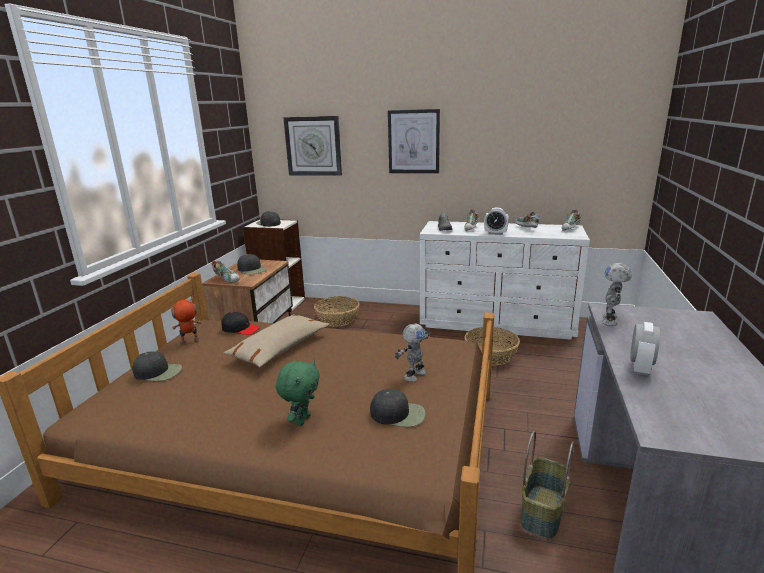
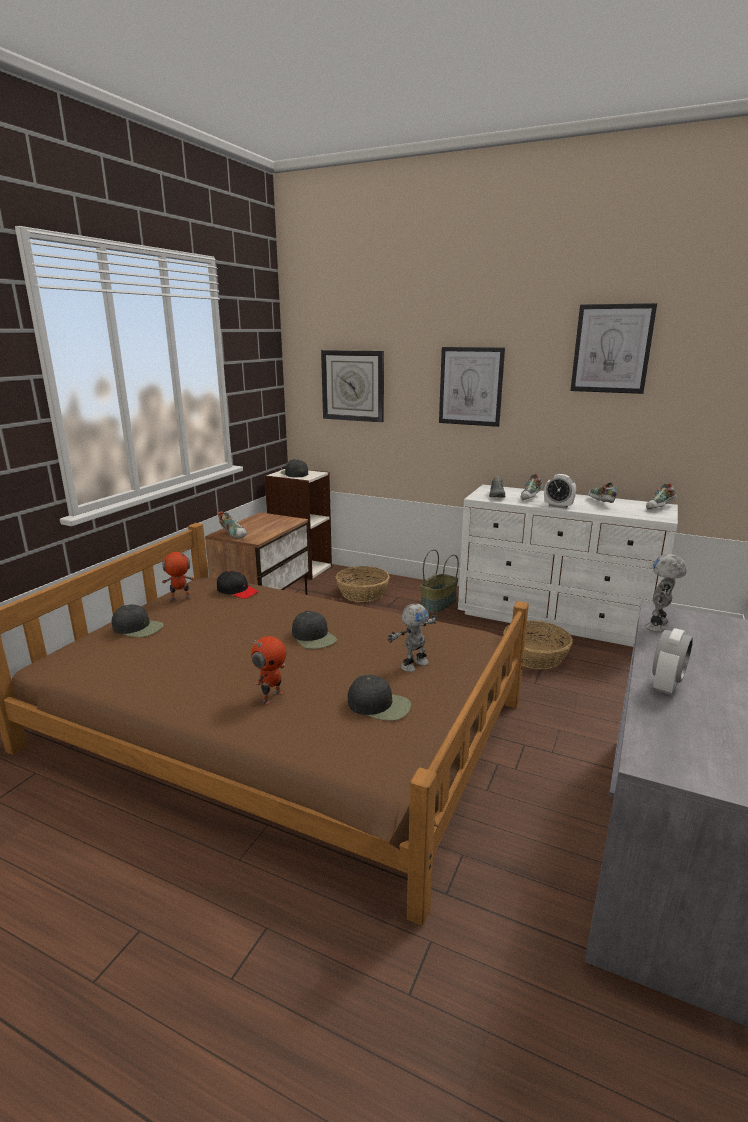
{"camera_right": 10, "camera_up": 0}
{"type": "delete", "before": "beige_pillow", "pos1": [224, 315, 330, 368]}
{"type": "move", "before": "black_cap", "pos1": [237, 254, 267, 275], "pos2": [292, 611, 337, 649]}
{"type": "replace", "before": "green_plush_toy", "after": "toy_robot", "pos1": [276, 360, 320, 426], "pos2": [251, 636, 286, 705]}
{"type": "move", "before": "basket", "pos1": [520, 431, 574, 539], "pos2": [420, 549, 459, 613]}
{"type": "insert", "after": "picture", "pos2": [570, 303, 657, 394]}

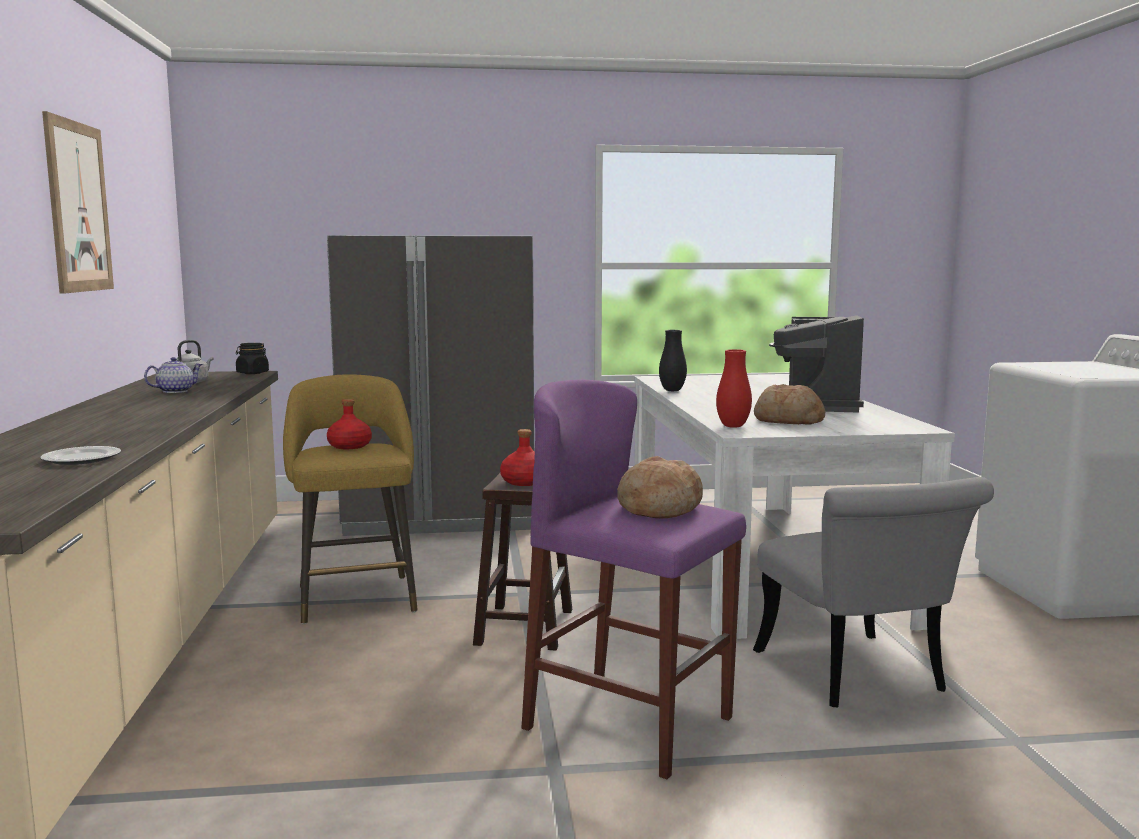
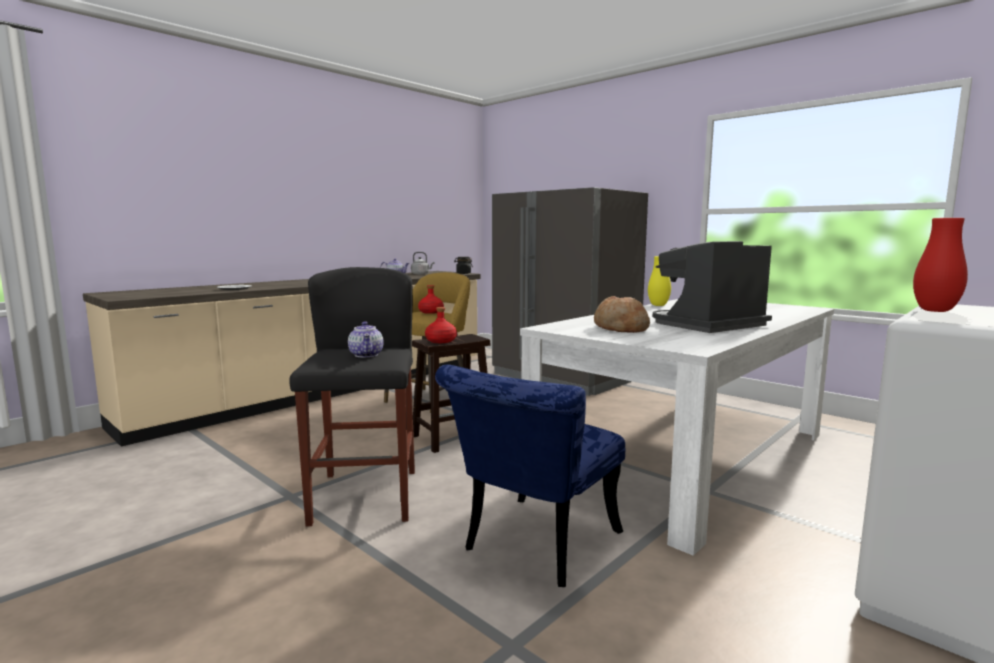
{"camera_right": 50, "camera_up": 0}
{"type": "delete", "before": "picture", "pos1": [42, 111, 114, 294]}
{"type": "recolor", "before": "purple_stool", "after": "black_stool", "pos1": [521, 379, 746, 779], "pos2": [289, 267, 415, 526]}
{"type": "replace", "before": "bread", "after": "teapot", "pos1": [617, 456, 703, 518], "pos2": [348, 321, 383, 357]}
{"type": "recolor", "before": "black_vase", "after": "yellow_vase", "pos1": [659, 330, 687, 391], "pos2": [648, 256, 671, 306]}
{"type": "move", "before": "red_vase", "pos1": [716, 349, 752, 428], "pos2": [913, 218, 968, 312]}
{"type": "recolor", "before": "grey_chair", "after": "blue_chair", "pos1": [753, 477, 994, 708], "pos2": [435, 364, 625, 587]}

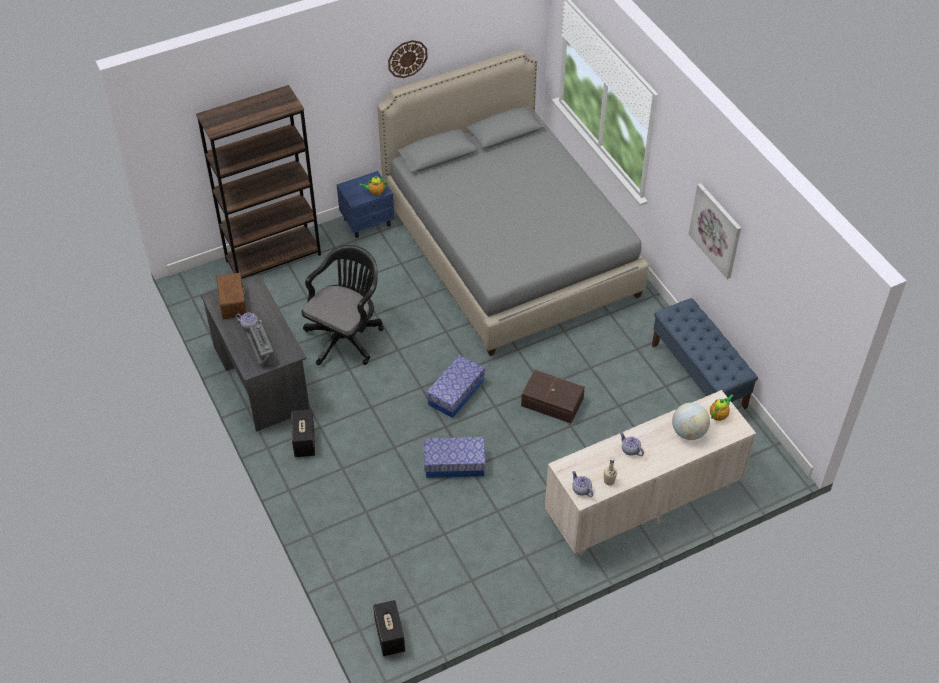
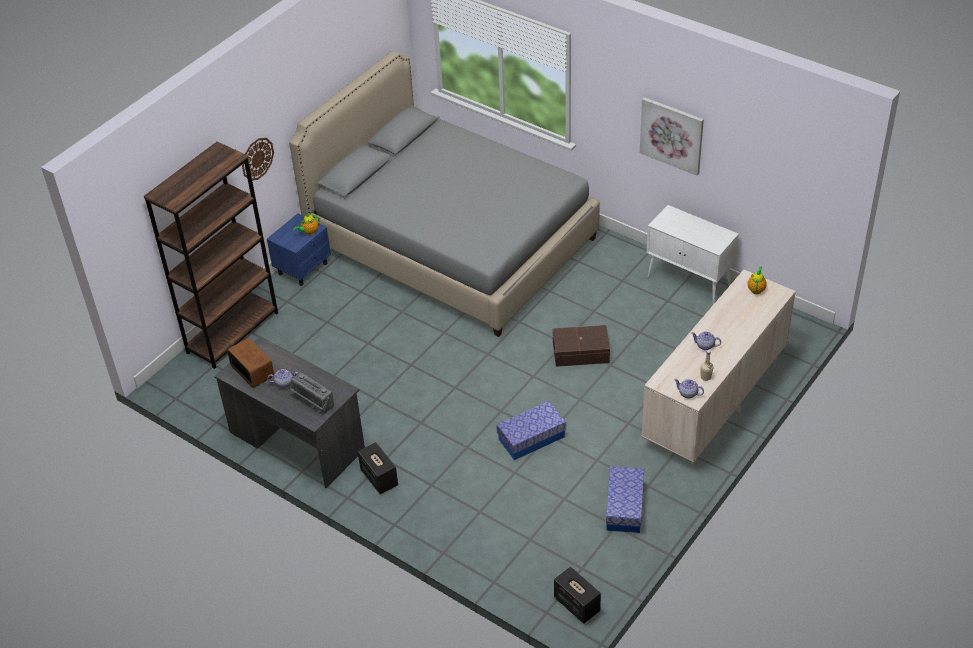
{"camera_right": -25, "camera_up": -5}
{"type": "delete", "before": "black_office_chair", "pos1": [302, 245, 384, 365]}
{"type": "move", "before": "wall_clock", "pos1": [388, 40, 428, 78], "pos2": [242, 138, 274, 180]}
{"type": "move", "before": "storage_box", "pos1": [426, 355, 485, 418], "pos2": [606, 466, 644, 533]}
{"type": "replace", "before": "blue_bench", "after": "white_cabinet", "pos1": [652, 298, 758, 409], "pos2": [647, 205, 739, 305]}
{"type": "delete", "before": "globe", "pos1": [672, 403, 710, 440]}

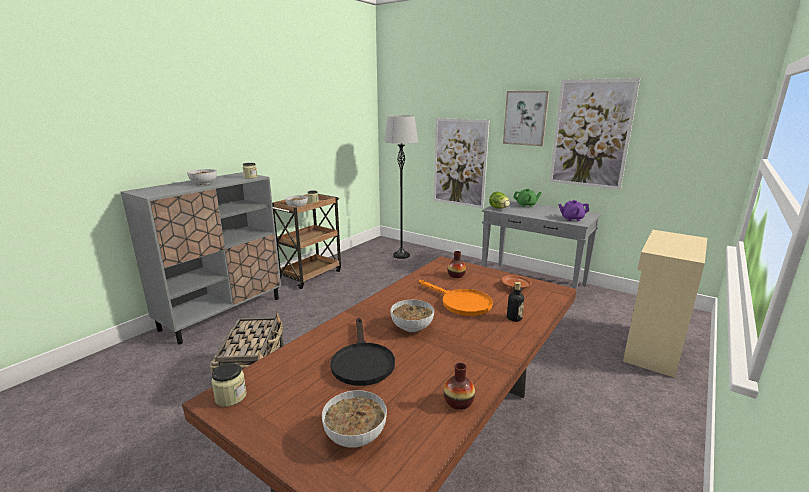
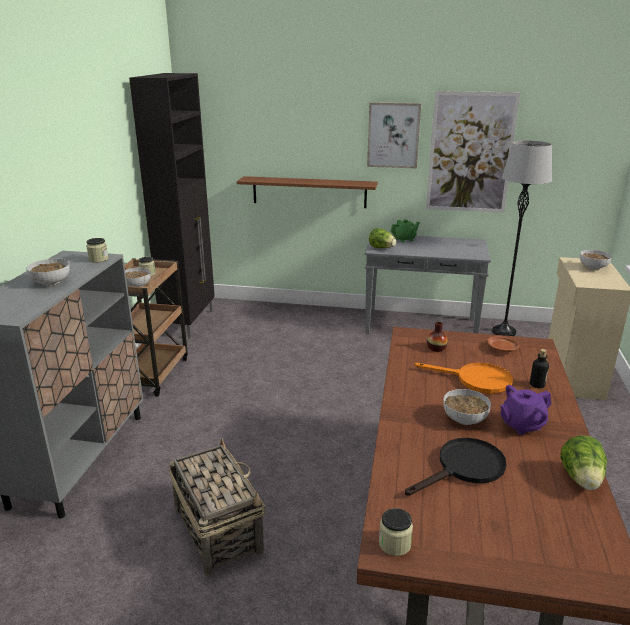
{"camera_right": -25, "camera_up": 5}
{"type": "move", "before": "bowl", "pos1": [322, 390, 387, 448], "pos2": [580, 250, 612, 270]}
{"type": "rotate", "before": "black_frying_pan", "pos1": [330, 318, 395, 386], "pos2": [405, 438, 507, 496], "turn": -90}
{"type": "move", "before": "grey_floor_lamp", "pos1": [384, 115, 418, 259], "pos2": [492, 140, 552, 336]}
{"type": "replace", "before": "picture", "after": "brown_shelf", "pos1": [434, 118, 490, 208], "pos2": [237, 176, 378, 208]}
{"type": "replace", "before": "vase", "after": "lettuce", "pos1": [444, 363, 475, 410], "pos2": [560, 436, 607, 490]}
{"type": "move", "before": "purple_teapot", "pos1": [558, 200, 589, 221], "pos2": [500, 385, 551, 435]}
{"type": "insert", "after": "black_cabinet", "pos2": [129, 73, 215, 339]}

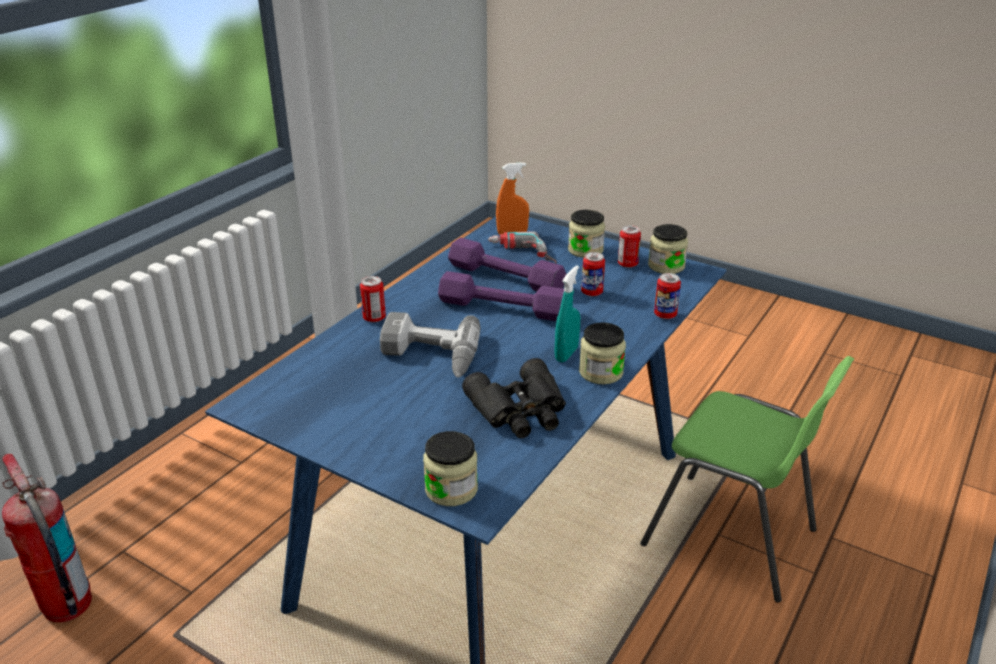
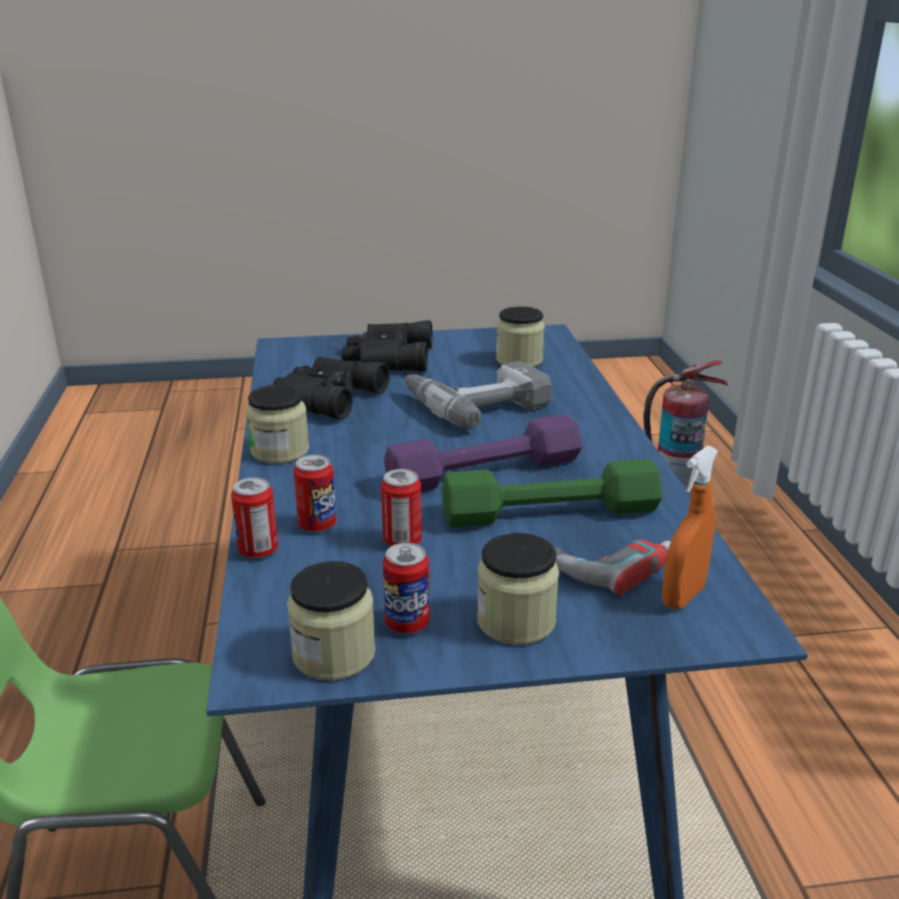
{"camera_right": 140, "camera_up": -5}
{"type": "move", "before": "can", "pos1": [360, 276, 386, 322], "pos2": [293, 455, 336, 532]}
{"type": "move", "before": "jar", "pos1": [423, 431, 478, 506], "pos2": [496, 306, 545, 367]}
{"type": "recolor", "before": "purple_dumbbell", "after": "green_dumbbell", "pos1": [448, 238, 566, 291], "pos2": [442, 459, 663, 527]}
{"type": "delete", "before": "turquoise_spray_bottle", "pos1": [555, 265, 580, 362]}
{"type": "insert", "after": "black_binoculars", "pos2": [342, 320, 433, 372]}

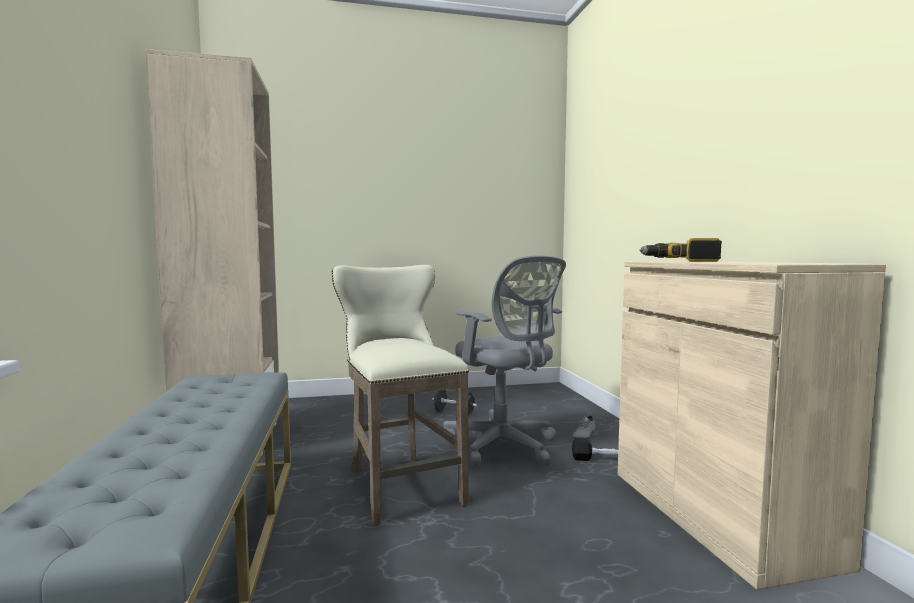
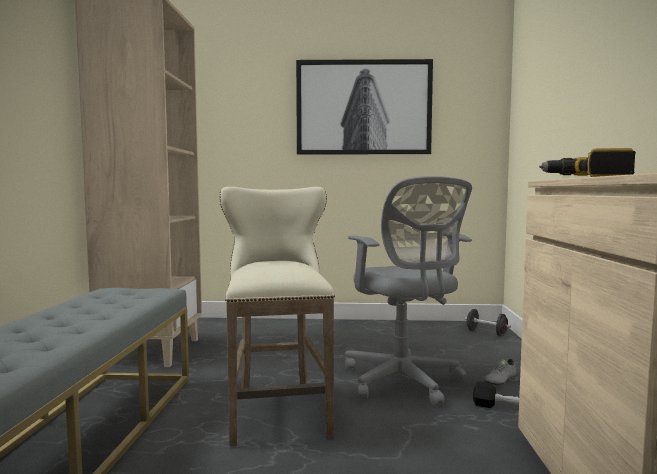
{"camera_right": 15, "camera_up": 0}
{"type": "move", "before": "black_dumbbell", "pos1": [432, 390, 477, 416], "pos2": [464, 309, 511, 336]}
{"type": "insert", "after": "picture", "pos2": [296, 59, 433, 154]}

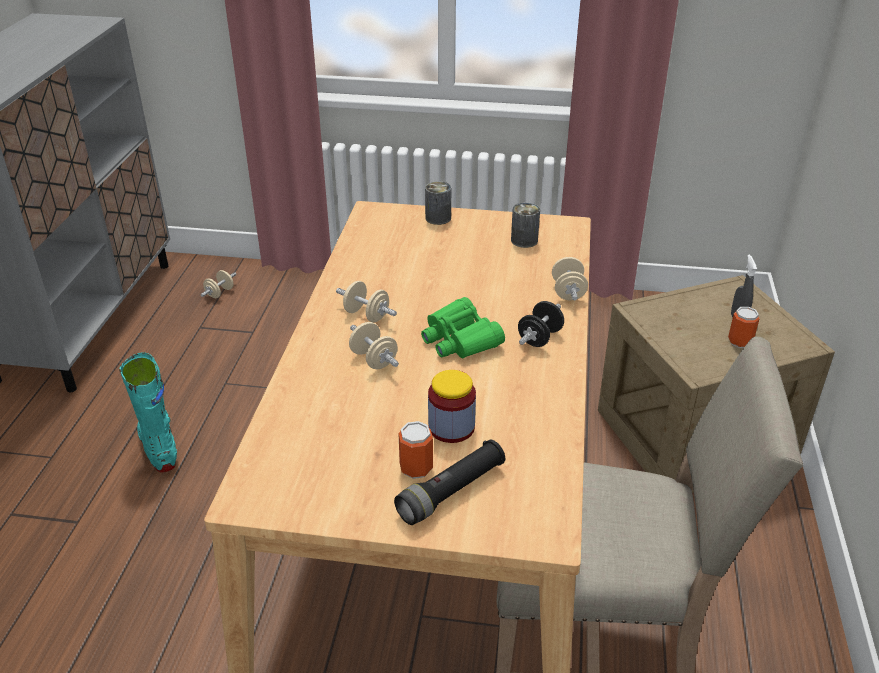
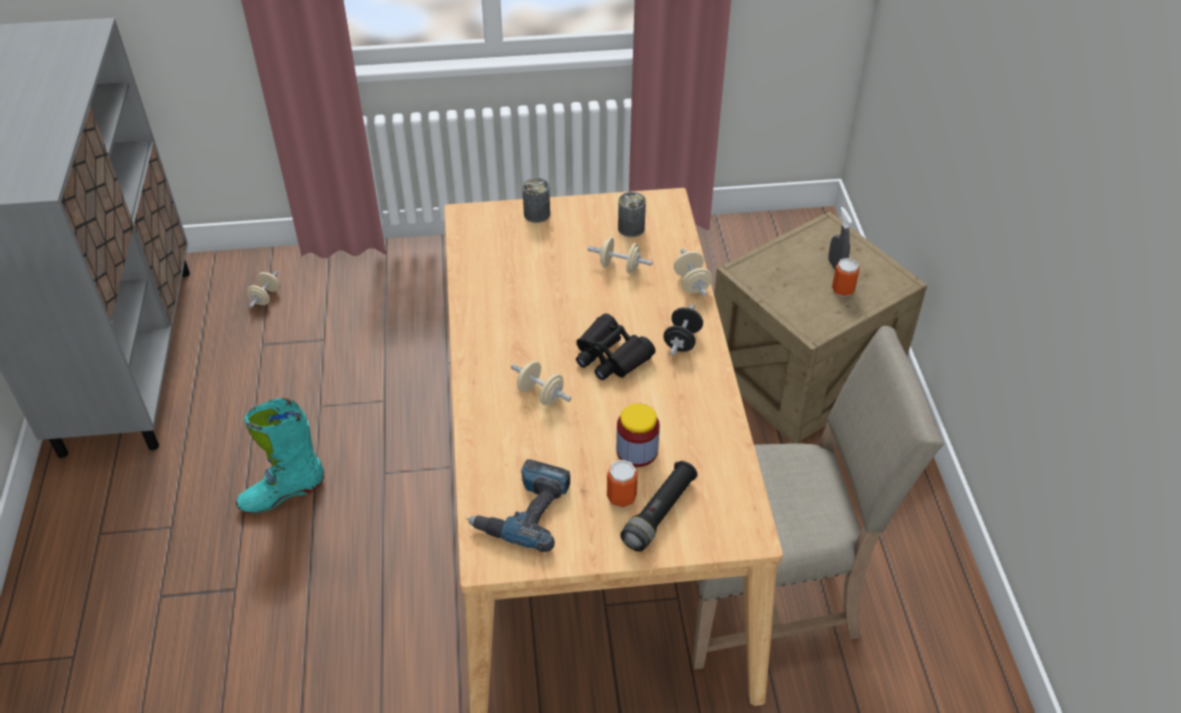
{"camera_right": -15, "camera_up": 10}
{"type": "rotate", "before": "turquoise_boot", "pos1": [119, 352, 177, 473], "pos2": [236, 398, 324, 513], "turn": -75}
{"type": "move", "before": "beige_dumbbell", "pos1": [336, 281, 397, 322], "pos2": [588, 237, 653, 273]}
{"type": "recolor", "before": "green_binoculars", "after": "black_binoculars", "pos1": [421, 297, 505, 358], "pos2": [576, 313, 656, 380]}
{"type": "insert", "after": "power_drill", "pos2": [466, 459, 570, 552]}

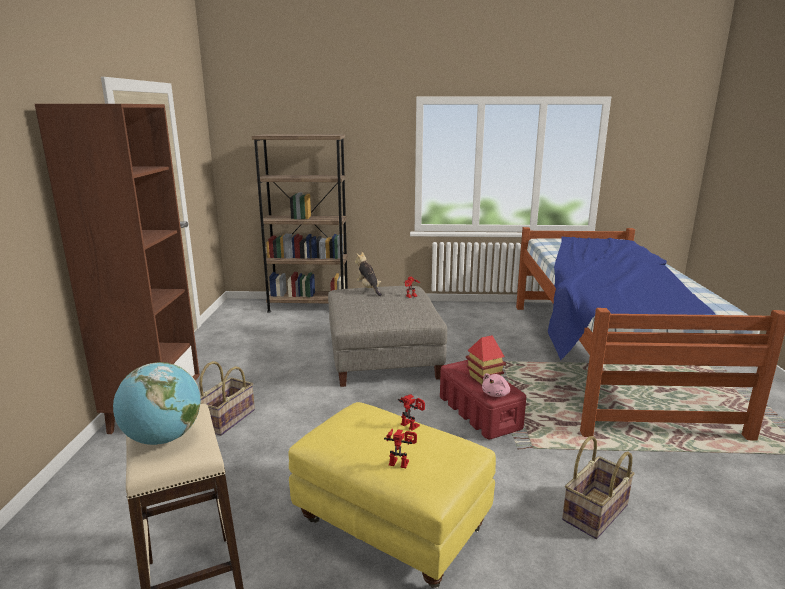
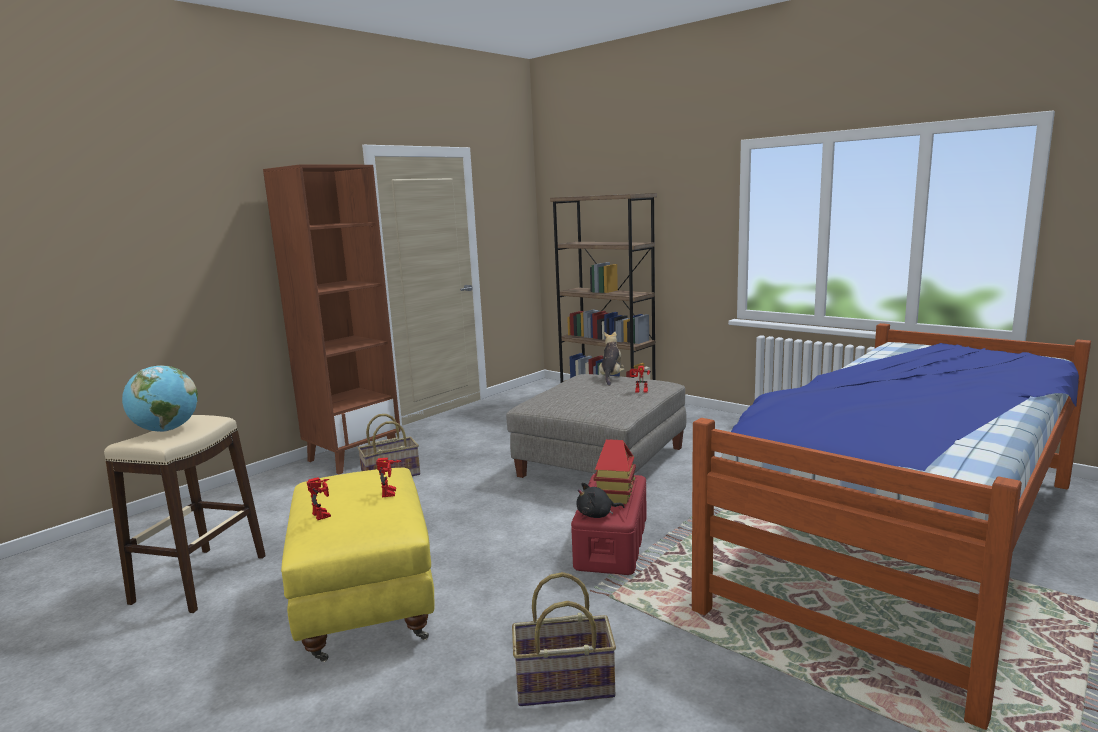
{"camera_right": 40, "camera_up": -5}
{"type": "recolor", "before": "pink_plush_toy", "after": "black_plush_toy", "pos1": [482, 373, 510, 397], "pos2": [576, 483, 624, 518]}

